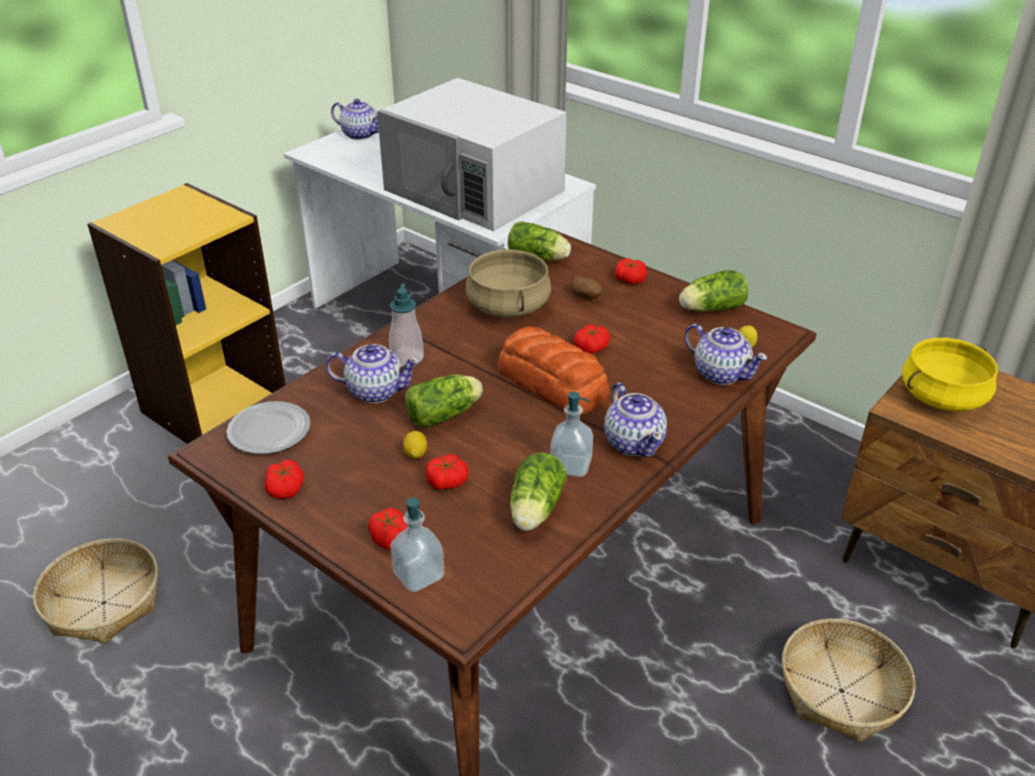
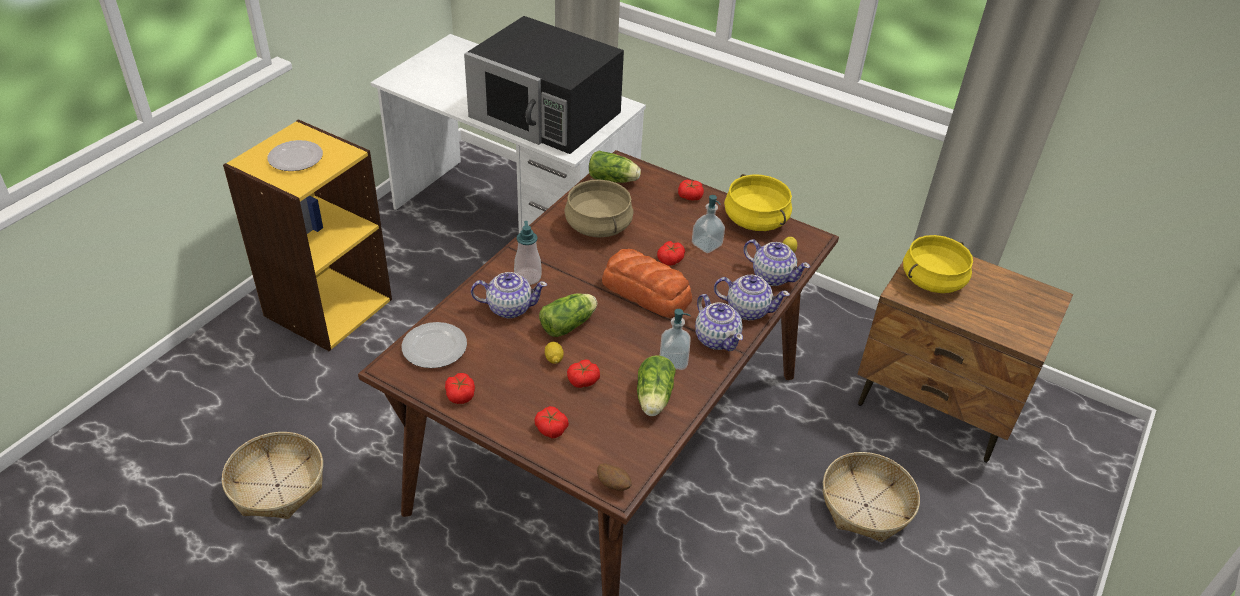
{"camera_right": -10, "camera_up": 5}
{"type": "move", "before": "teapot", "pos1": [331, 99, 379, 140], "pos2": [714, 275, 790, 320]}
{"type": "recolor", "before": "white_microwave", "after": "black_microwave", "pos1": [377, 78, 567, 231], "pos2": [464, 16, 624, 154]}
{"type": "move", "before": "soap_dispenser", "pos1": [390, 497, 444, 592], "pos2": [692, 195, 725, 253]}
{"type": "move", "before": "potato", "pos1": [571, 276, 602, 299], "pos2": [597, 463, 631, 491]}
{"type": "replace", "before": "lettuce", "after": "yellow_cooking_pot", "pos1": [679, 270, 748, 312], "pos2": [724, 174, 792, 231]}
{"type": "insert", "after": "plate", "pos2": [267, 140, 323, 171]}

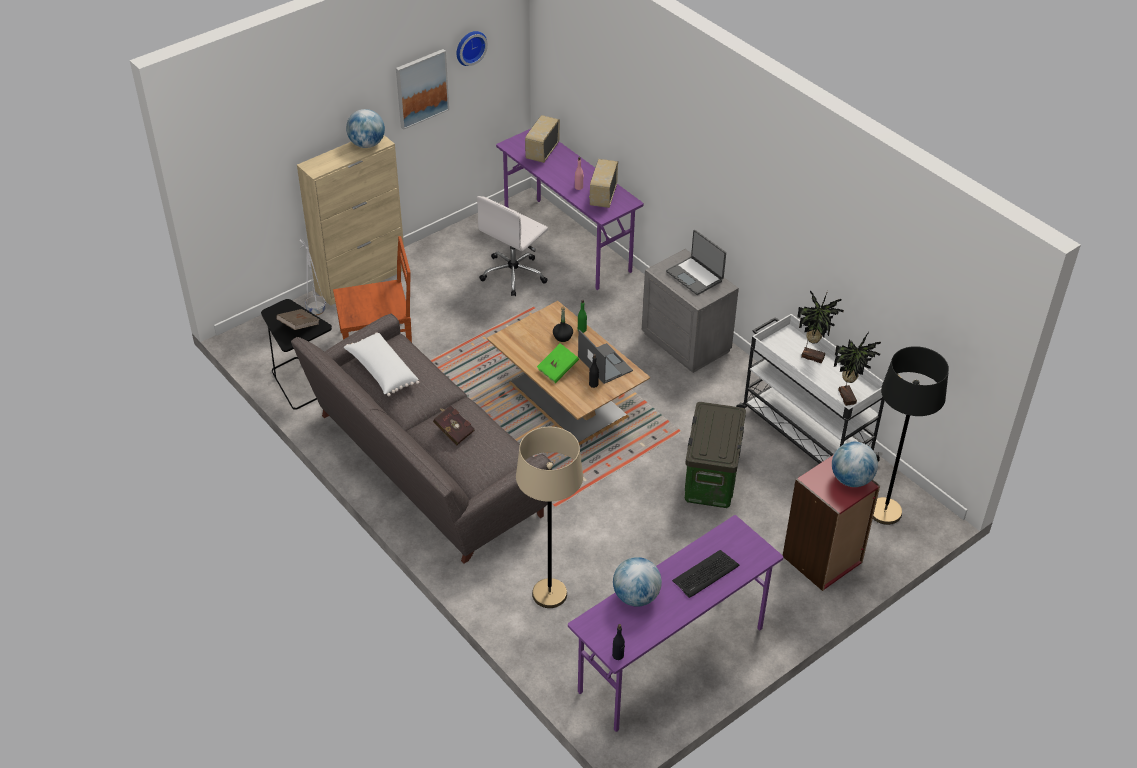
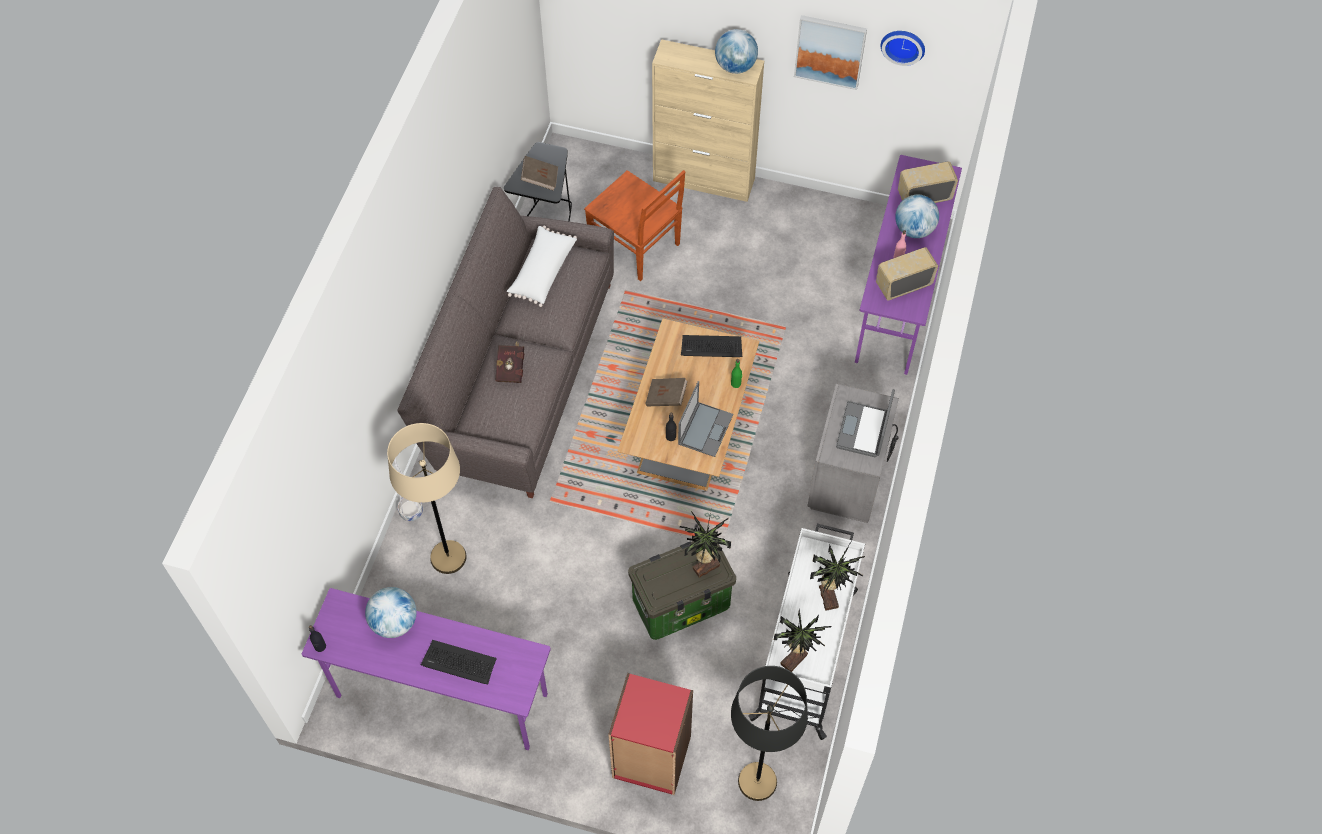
{"camera_right": 55, "camera_up": 15}
{"type": "move", "before": "white_planter", "pos1": [299, 237, 326, 315], "pos2": [394, 458, 423, 521]}
{"type": "delete", "before": "white_office_chair", "pos1": [477, 196, 548, 296]}
{"type": "recolor", "before": "green_book", "after": "brown_book", "pos1": [537, 343, 579, 383], "pos2": [645, 378, 688, 406]}
{"type": "delete", "before": "black_bottle", "pos1": [553, 307, 573, 342]}
{"type": "move", "before": "globe", "pos1": [832, 442, 878, 487], "pos2": [895, 195, 939, 238]}
{"type": "insert", "after": "potted_plant", "pos2": [680, 511, 731, 578]}
{"type": "insert", "after": "keyboard", "pos2": [681, 335, 742, 357]}

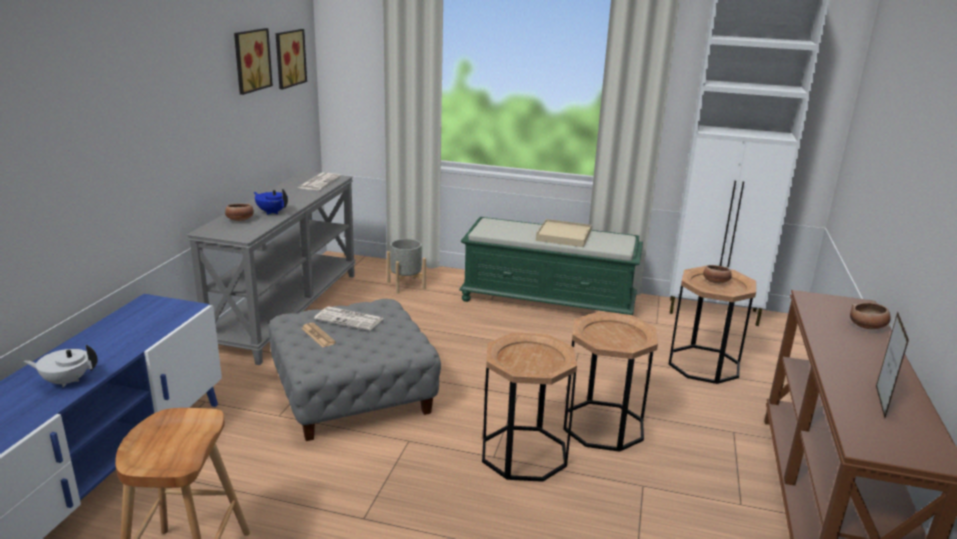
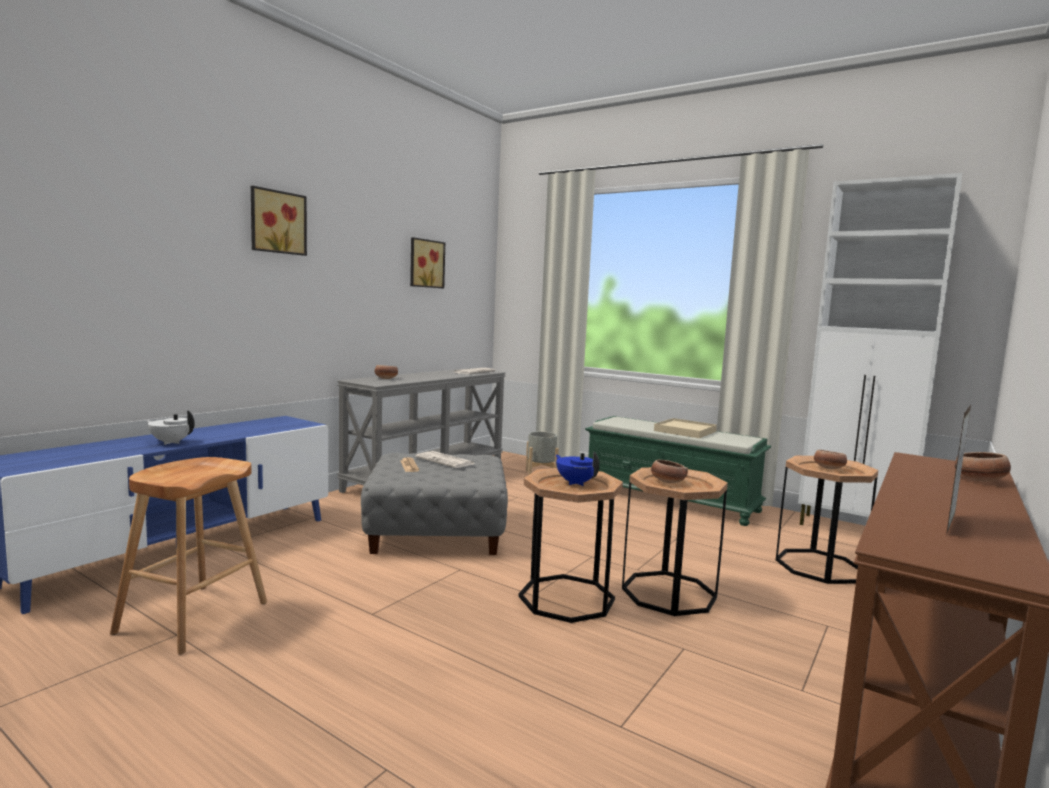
{"camera_right": 20, "camera_up": -15}
{"type": "move", "before": "blue_teapot", "pos1": [254, 189, 288, 215], "pos2": [556, 452, 599, 486]}
{"type": "move", "before": "picture", "pos1": [276, 29, 307, 89], "pos2": [251, 186, 307, 256]}
{"type": "insert", "after": "bowl", "pos2": [651, 460, 688, 483]}

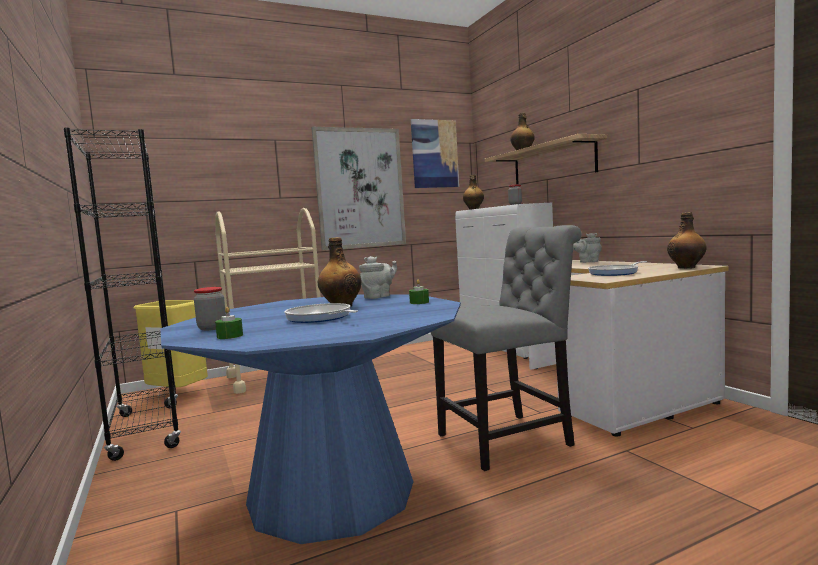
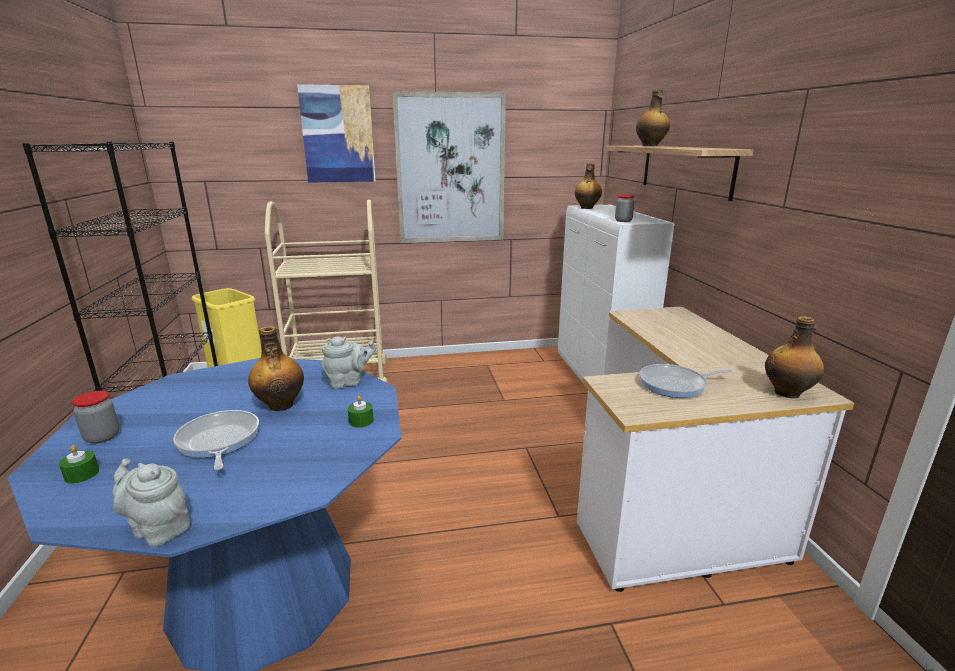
{"camera_right": 15, "camera_up": 15}
{"type": "move", "before": "picture", "pos1": [411, 119, 459, 188], "pos2": [297, 84, 376, 183]}
{"type": "delete", "before": "grey_chair", "pos1": [431, 225, 582, 471]}
{"type": "move", "before": "grey_teapot", "pos1": [573, 233, 602, 263], "pos2": [113, 458, 190, 547]}

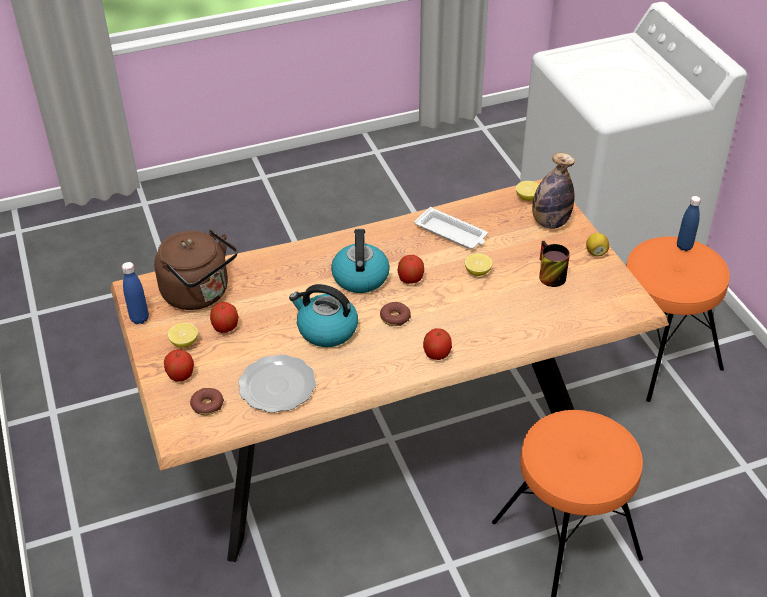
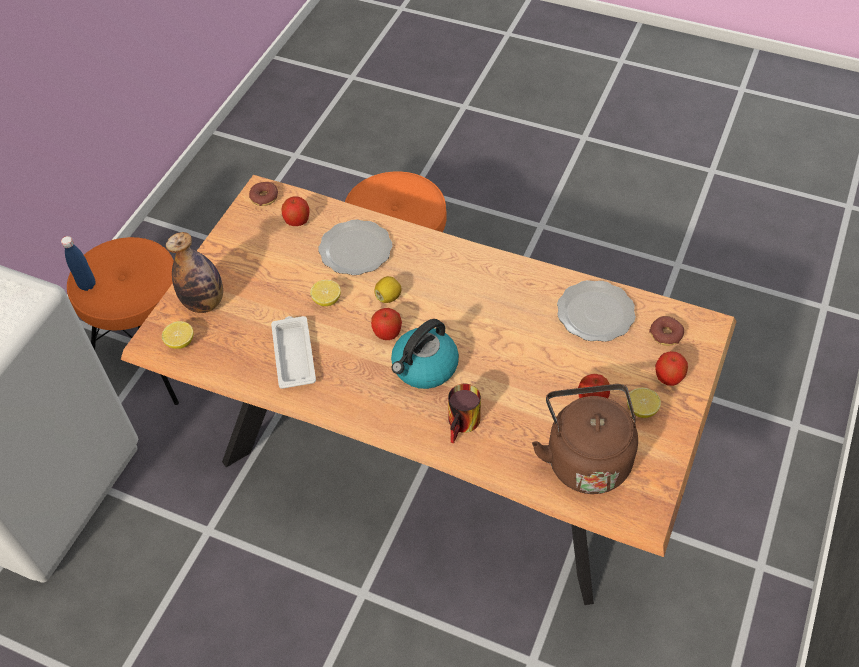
{"camera_right": -135, "camera_up": 10}
{"type": "delete", "before": "blue_bottle", "pos1": [122, 262, 149, 324]}
{"type": "delete", "before": "kettle", "pos1": [289, 284, 358, 347]}
{"type": "move", "before": "donut", "pos1": [380, 302, 411, 326], "pos2": [249, 182, 278, 206]}
{"type": "move", "before": "apple", "pos1": [423, 328, 452, 360], "pos2": [281, 197, 310, 226]}
{"type": "move", "before": "mug", "pos1": [539, 241, 570, 287], "pos2": [448, 384, 481, 444]}
{"type": "move", "before": "lemon", "pos1": [586, 233, 609, 256], "pos2": [374, 276, 402, 303]}
{"type": "insert", "after": "plate", "pos2": [318, 219, 392, 275]}

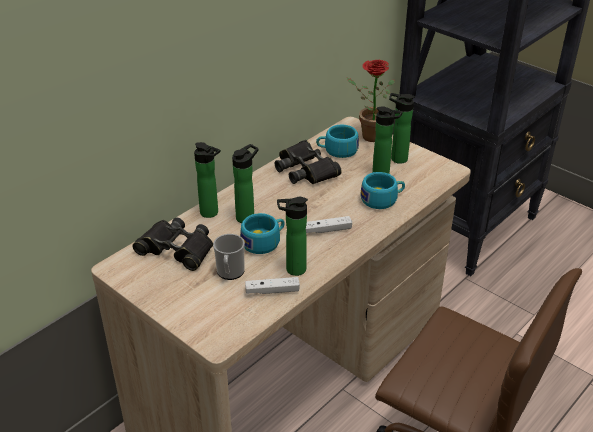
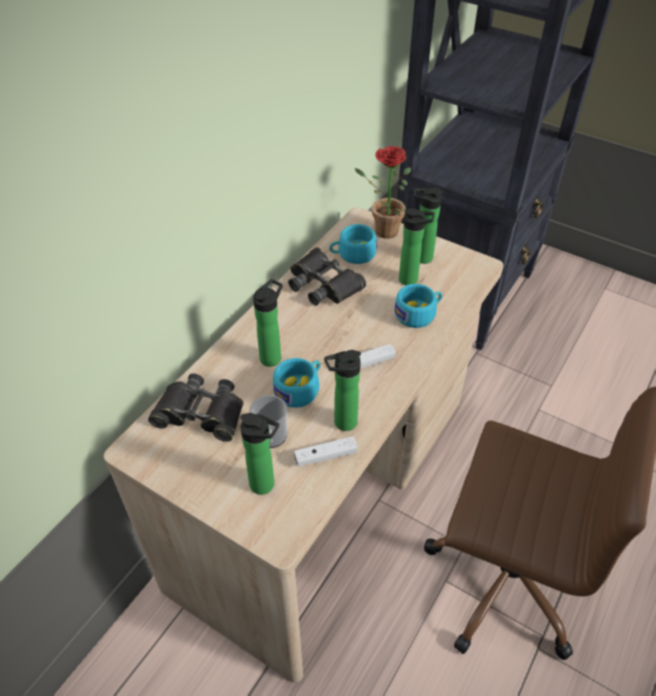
{"camera_right": -10, "camera_up": 10}
{"type": "move", "before": "bottle", "pos1": [194, 142, 221, 218], "pos2": [240, 413, 279, 495]}

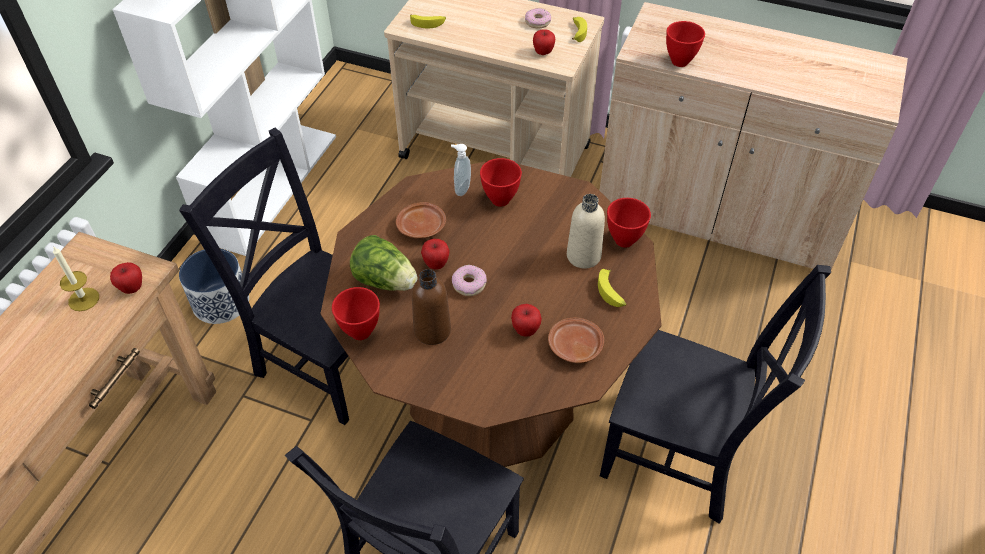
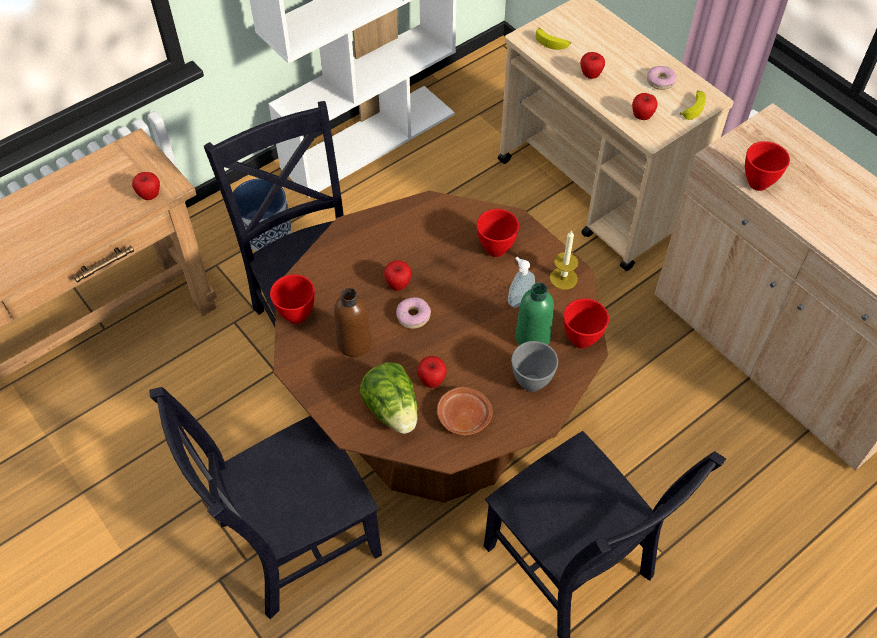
{"camera_right": 30, "camera_up": 5}
{"type": "move", "before": "candle", "pos1": [53, 246, 99, 311], "pos2": [550, 230, 579, 290]}
{"type": "move", "before": "lettuce", "pos1": [350, 235, 417, 291], "pos2": [360, 362, 418, 434]}
{"type": "delete", "before": "brown_plate", "pos1": [396, 202, 446, 238]}
{"type": "move", "before": "soap_dispenser", "pos1": [451, 144, 471, 196], "pos2": [508, 257, 535, 308]}
{"type": "recolor", "before": "beige_bottle", "after": "green_bottle", "pos1": [567, 194, 605, 269], "pos2": [515, 282, 554, 345]}
{"type": "replace", "before": "banana", "after": "grey_bowl", "pos1": [598, 269, 626, 307], "pos2": [511, 341, 558, 392]}
{"type": "insert", "after": "apple", "pos2": [580, 52, 605, 79]}

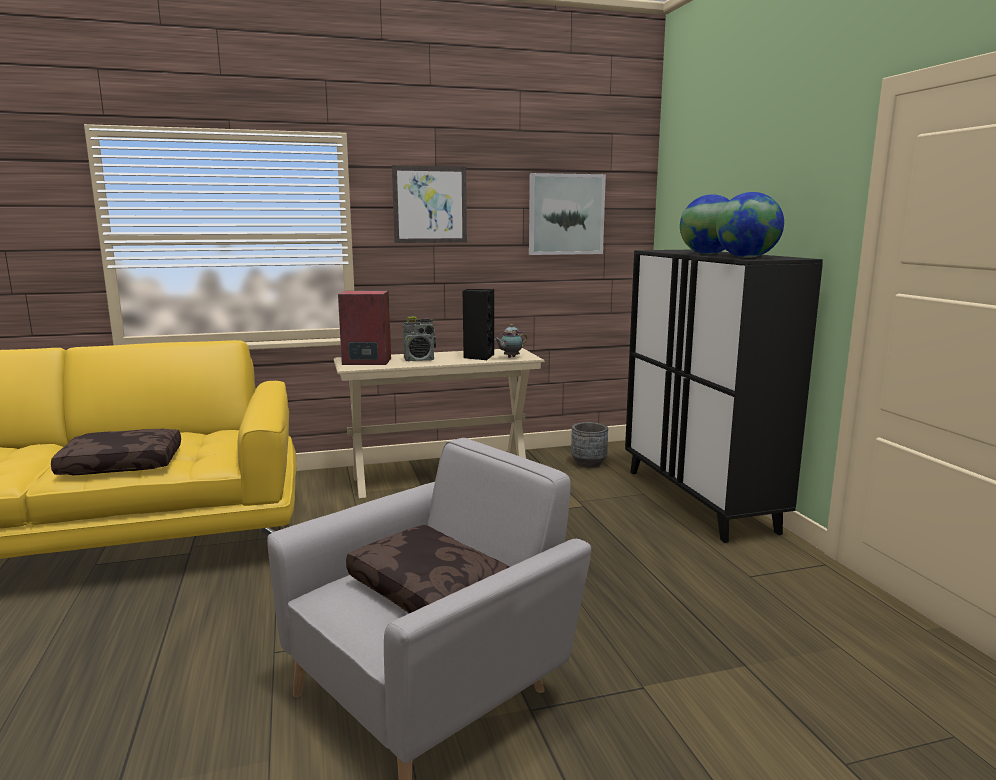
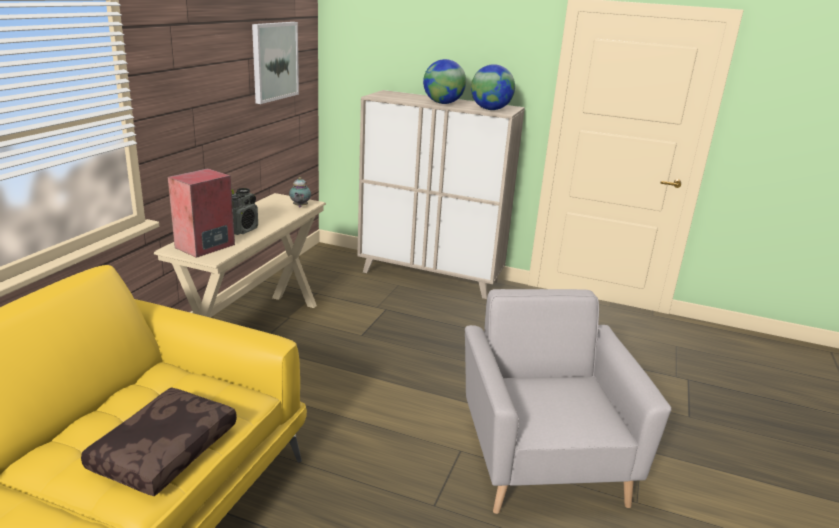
{"camera_right": -55, "camera_up": 10}
{"type": "delete", "before": "brown_pillow", "pos1": [346, 525, 509, 613]}
{"type": "delete", "before": "picture", "pos1": [392, 165, 467, 243]}
{"type": "delete", "before": "black_speaker", "pos1": [463, 289, 494, 360]}
{"type": "delete", "before": "grey_planter", "pos1": [571, 422, 608, 468]}
{"type": "recolor", "before": "black_cabinet", "after": "beige_cabinet", "pos1": [625, 250, 823, 543], "pos2": [357, 90, 525, 299]}

